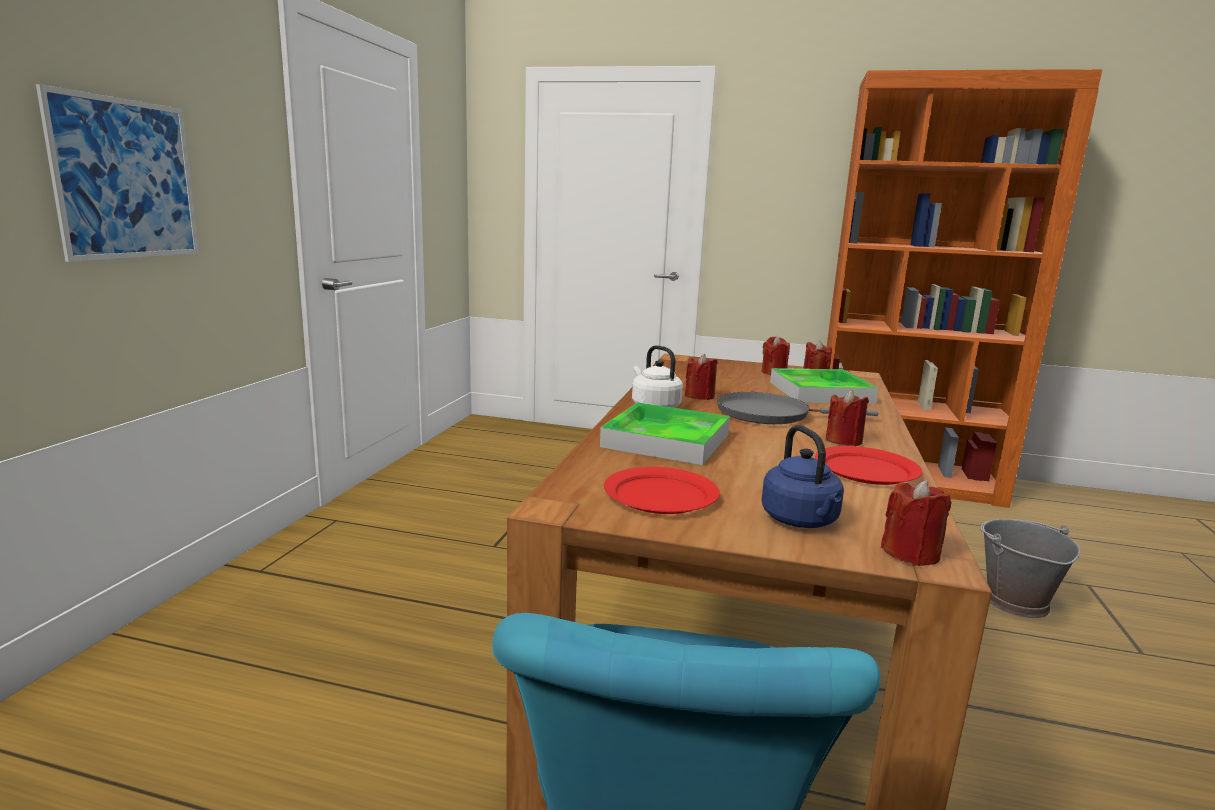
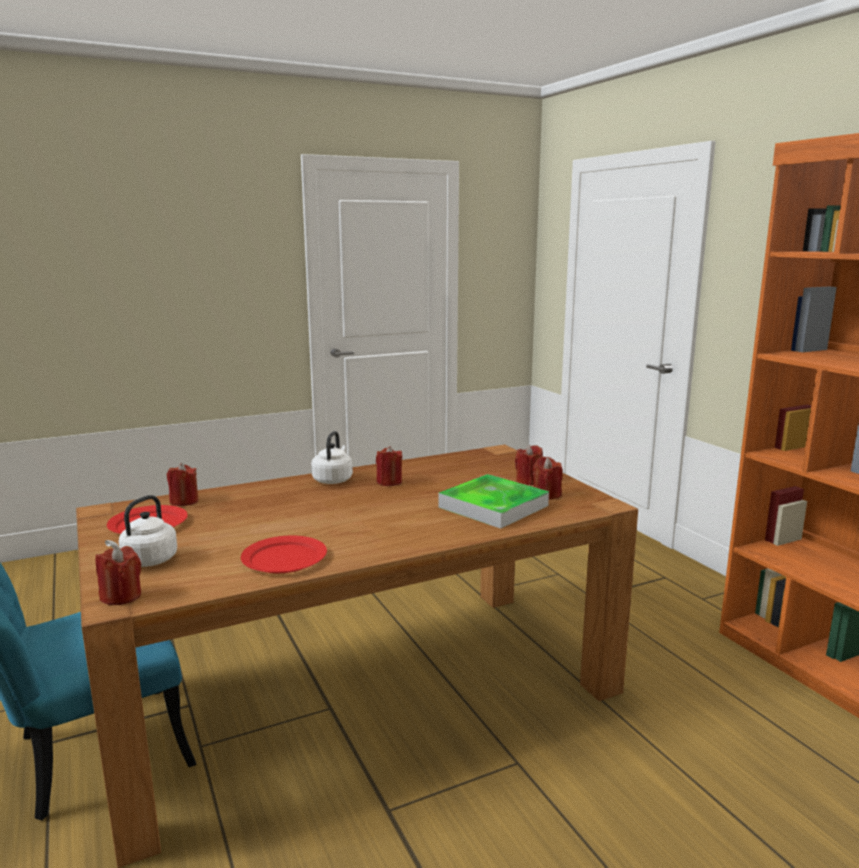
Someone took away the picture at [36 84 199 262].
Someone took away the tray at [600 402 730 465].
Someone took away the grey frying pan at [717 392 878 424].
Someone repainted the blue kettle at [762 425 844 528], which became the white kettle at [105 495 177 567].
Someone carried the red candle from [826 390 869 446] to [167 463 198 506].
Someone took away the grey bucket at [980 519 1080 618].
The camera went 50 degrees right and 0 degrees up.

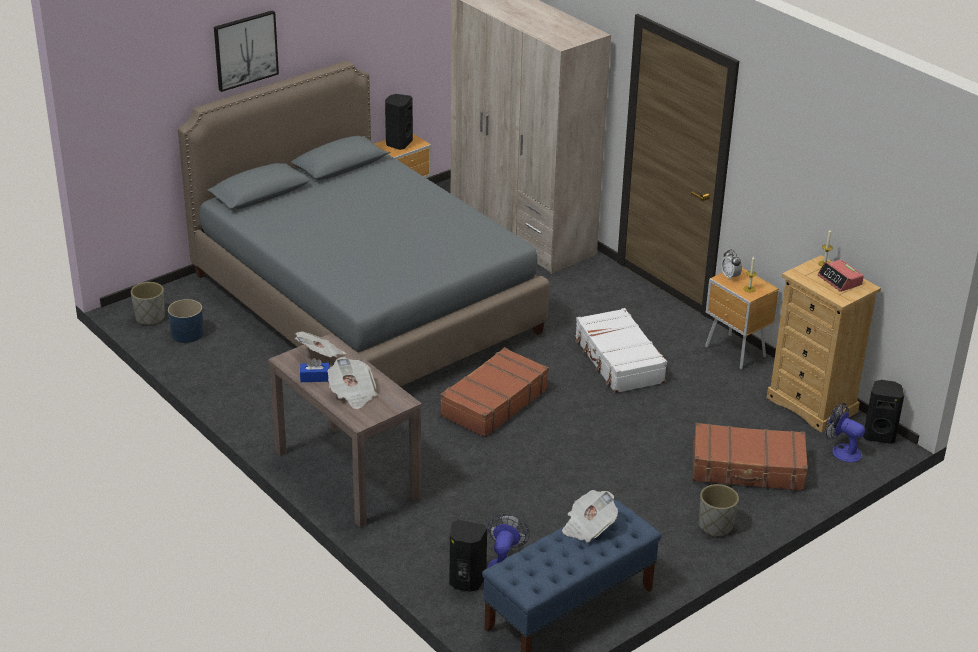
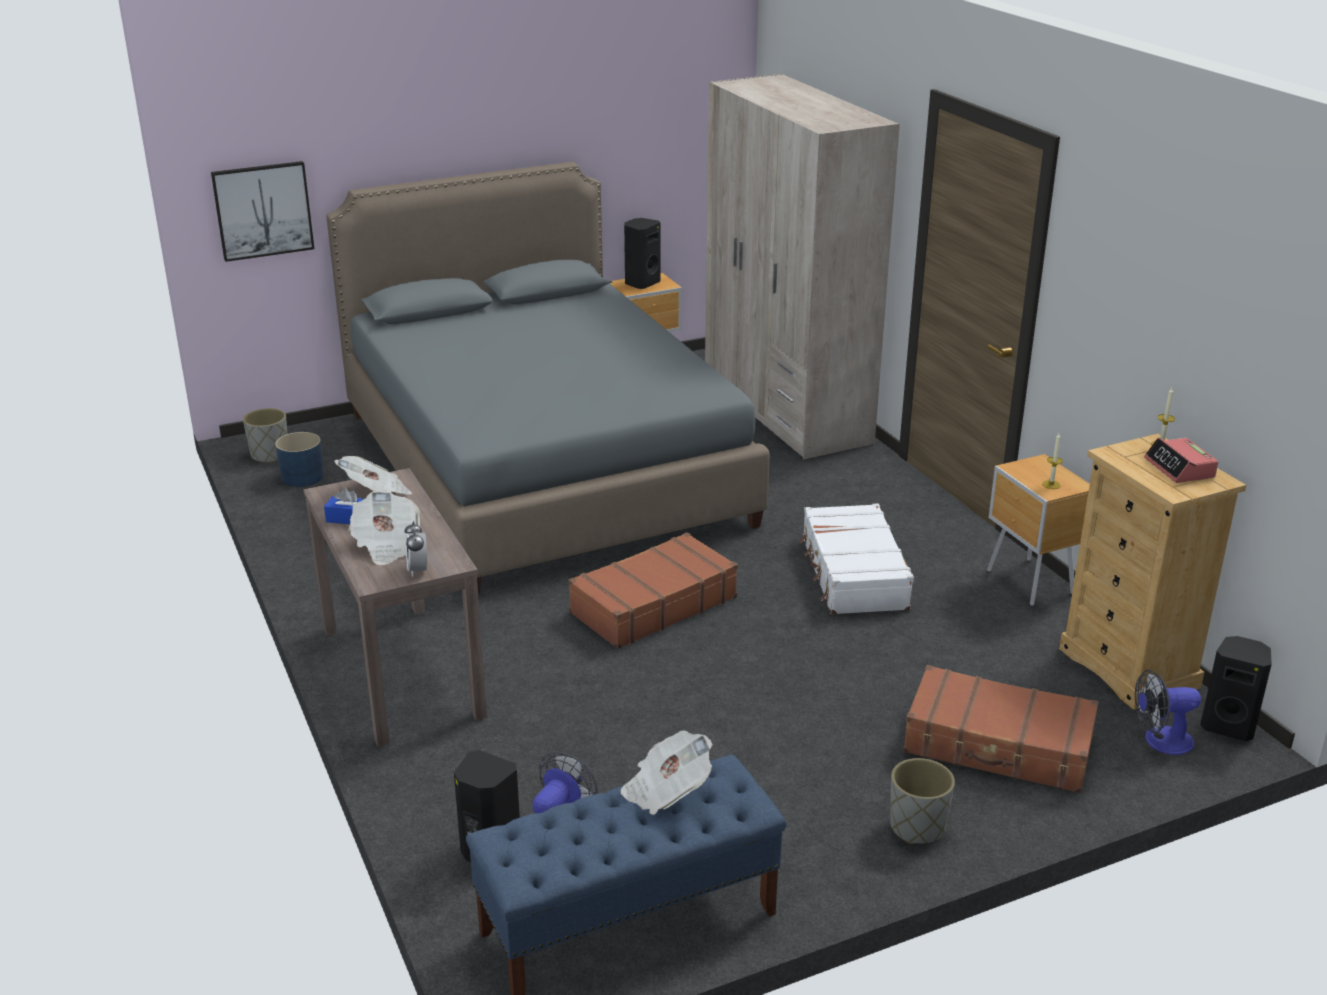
Someone carried the picture from [214 10 279 92] to [211 161 314 262].
Someone carried the alarm clock from [721 250 742 280] to [405 521 427 577].
Someone rotated the fan at [825 403 865 462] by 60 degrees counterclockwise.
The camera went 15 degrees right and 5 degrees down.

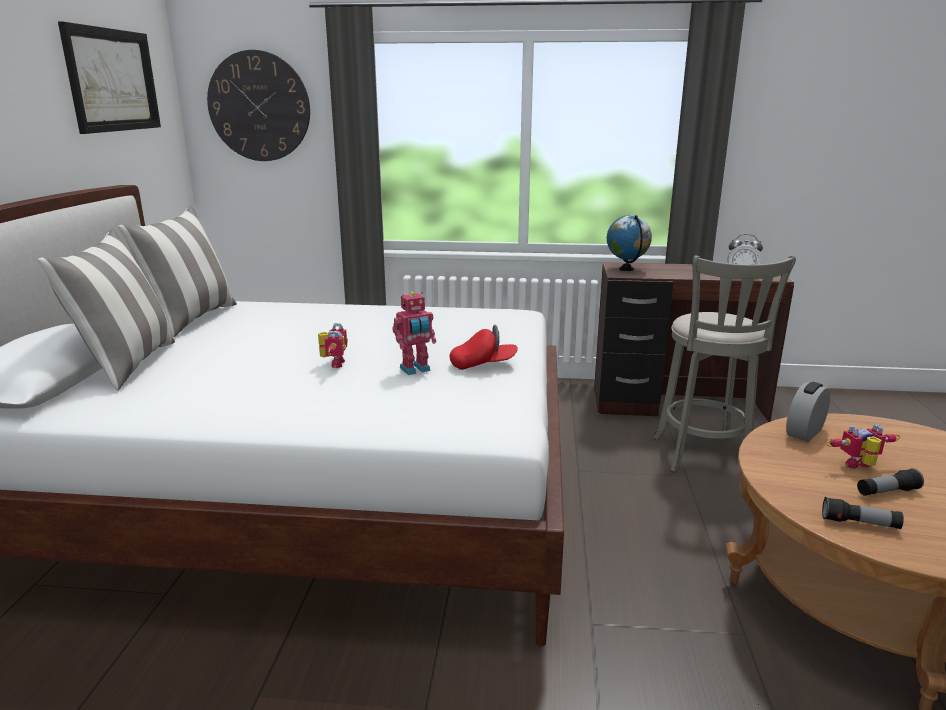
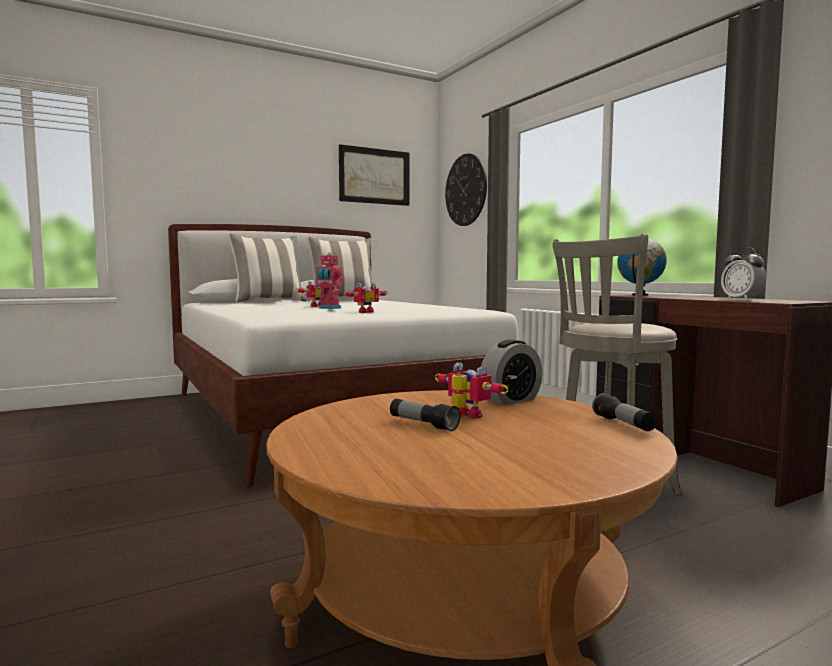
Someone swapped the red cap at [450 325 518 370] for the toy robot at [343 283 388 313].
Someone rotated the alarm clock at [786 382 830 442] by 135 degrees clockwise.
Someone carried the flashlight from [822 497 904 529] to [592 393 657 431].
The camera went 55 degrees right and 15 degrees down.

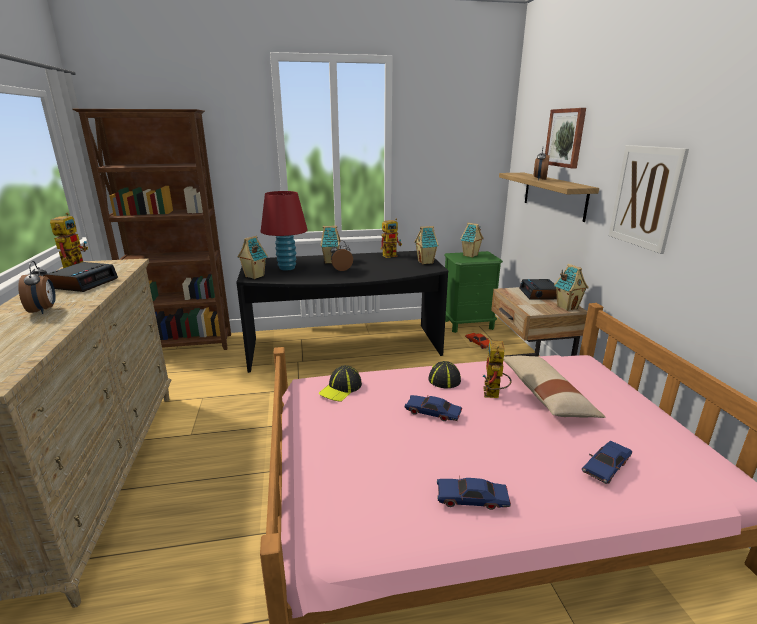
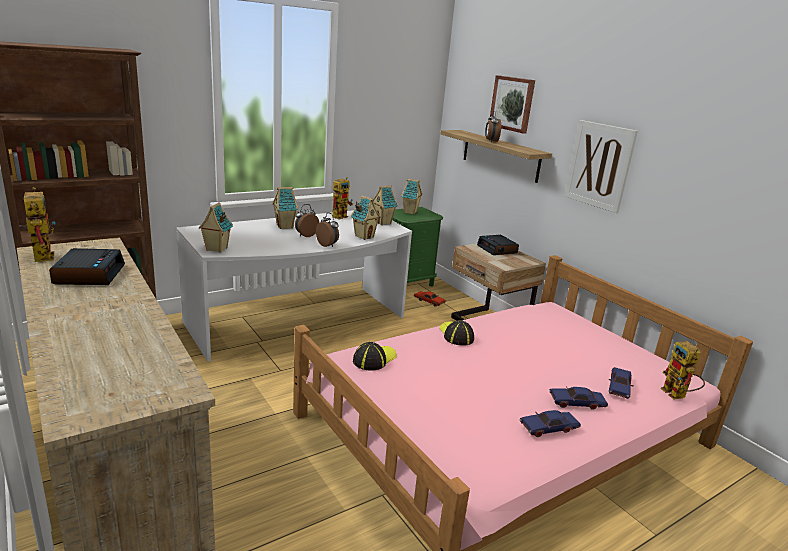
Someone carried the alarm clock from [18 261 56 314] to [316 213 339 247].
Someone repainted the black desk at [236 251 448 373], which became the white desk at [176 210 412 362].
Someone took away the red table lamp at [261 191 308 271].
Someone rotated the cap at [319 365 362 402] by 150 degrees counterclockwise.
Someone carried the blue toy car from [405 395 462 421] to [549 386 608 410].
Someone carried the toy robot from [482 340 511 398] to [661 341 705 400].
Someone took away the beige pillow at [503 356 605 418].
Someone carried the toy house from [554 264 589 311] to [351 195 381 240].
The camera went 25 degrees left and 0 degrees up.

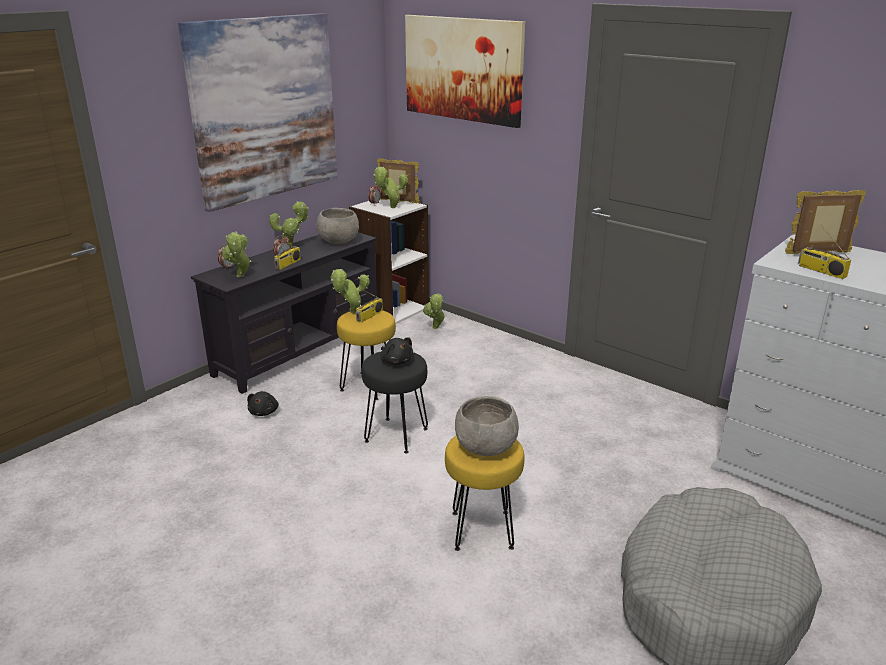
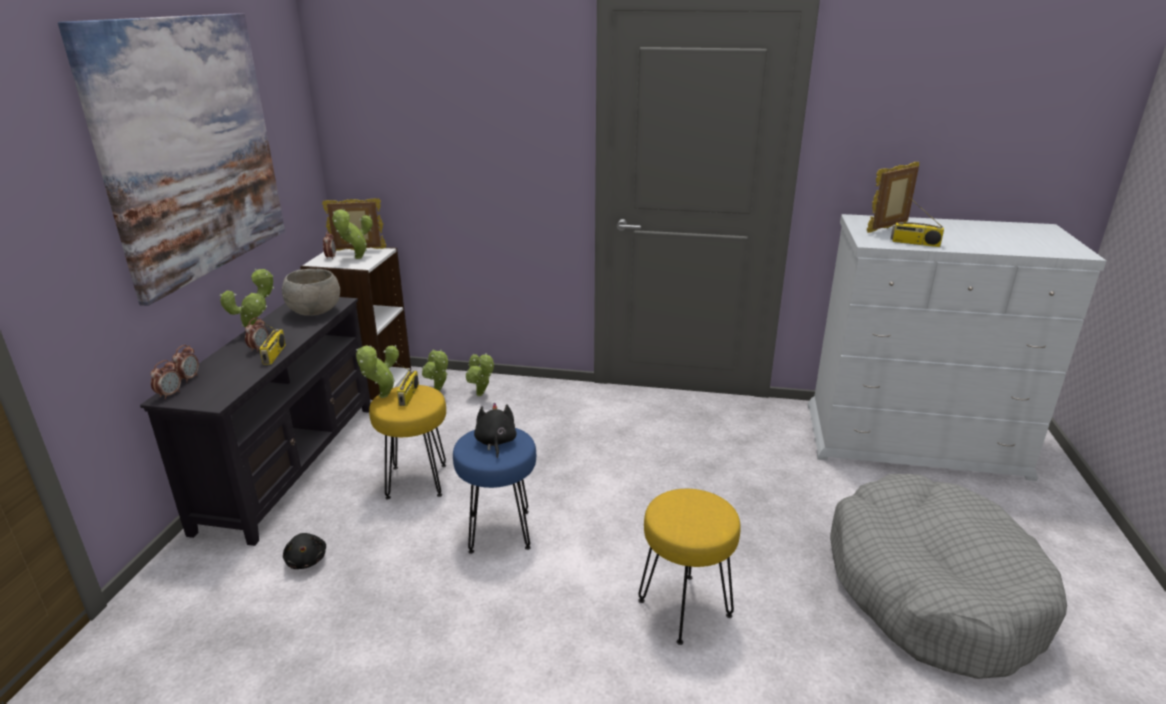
Someone carried the potted plant from [222 231 251 277] to [465 353 494 396].
Someone repainted the black stool at [362 351 428 453], which became the blue stool at [453 428 536 554].
Someone rotated the black plush toy at [380 337 413 365] by 120 degrees counterclockwise.
Someone took away the picture at [405 15 525 128].
Someone took away the grey bowl at [455 396 519 456].
Someone put down the alarm clock at [150 360 181 399].
The camera went 30 degrees left and 0 degrees up.

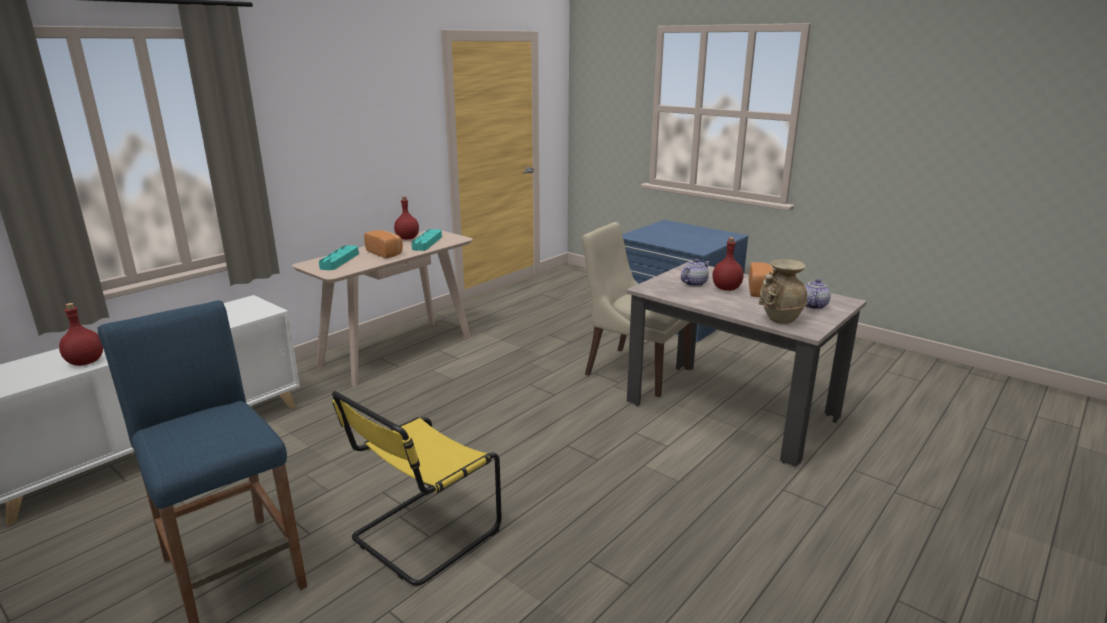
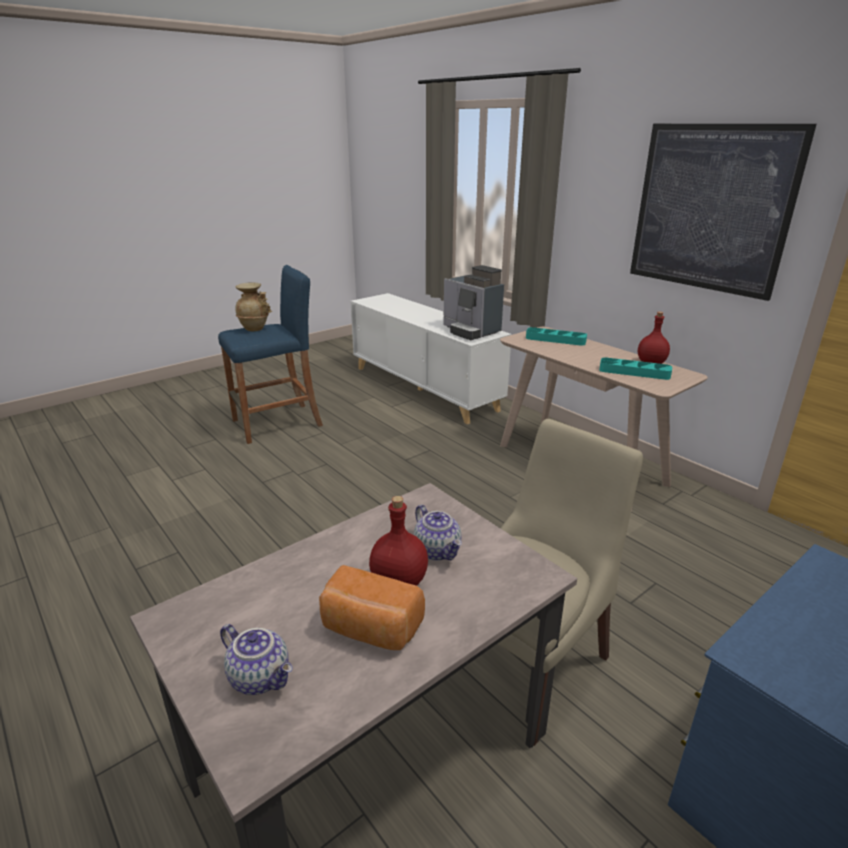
Someone took away the red bottle at [59 303 103 366].
Someone took away the yellow chair at [332 391 502 586].
Someone took away the bread at [364 230 403 258].
Someone carried the beige vase from [759 259 807 324] to [235 282 272 331].
Someone put down the coffee machine at [443 265 504 340].
Someone put up the picture at [630 124 817 301].
The camera went 100 degrees right and 5 degrees up.

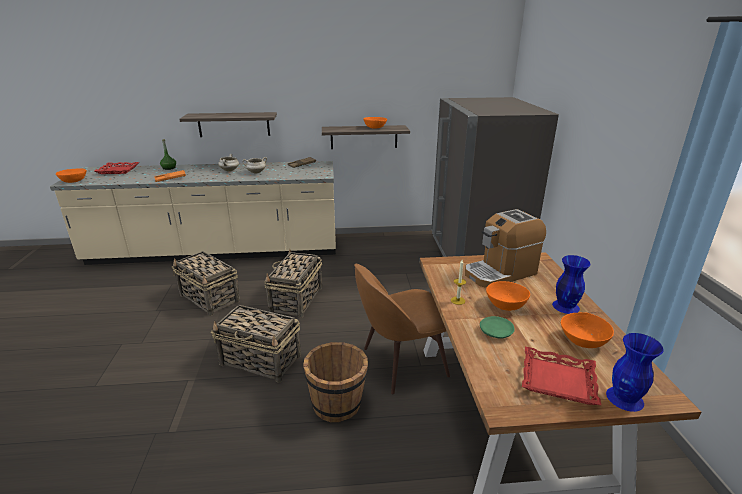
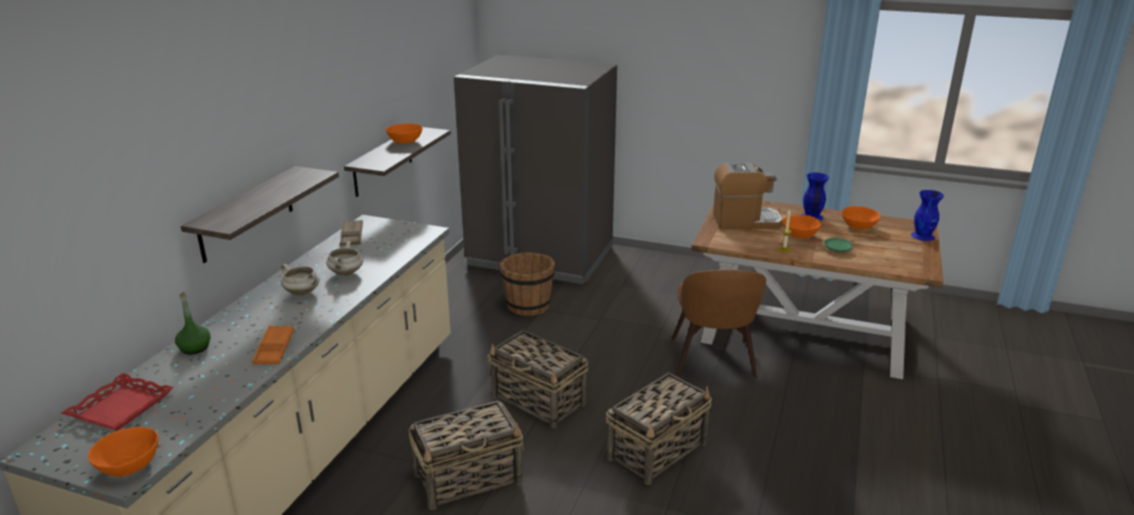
Someone carried the brown bucket from [303 342 368 422] to [500 252 555 316].
Someone rotated the coffee machine at [465 209 546 288] by 90 degrees counterclockwise.
Someone took away the red tray at [522 347 601 405].
The camera went 65 degrees left and 0 degrees up.

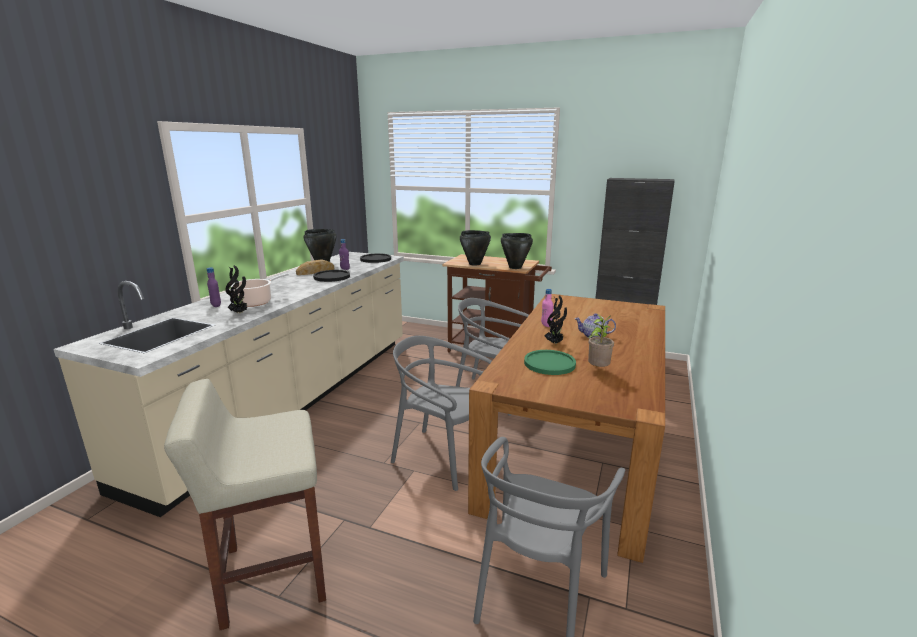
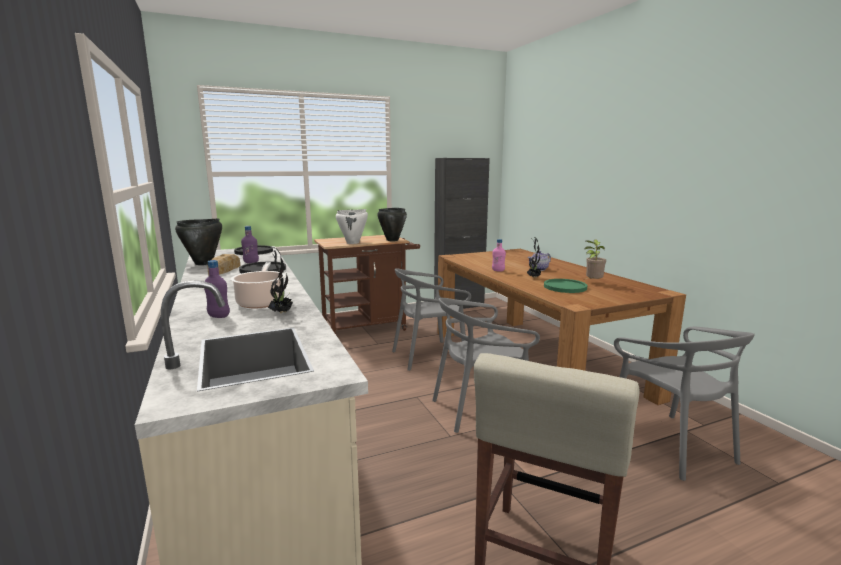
Someone repainted the black cooking pot at [460 230 491 266], which became the white cooking pot at [336 209 368 244].
The camera went 45 degrees left and 5 degrees down.

